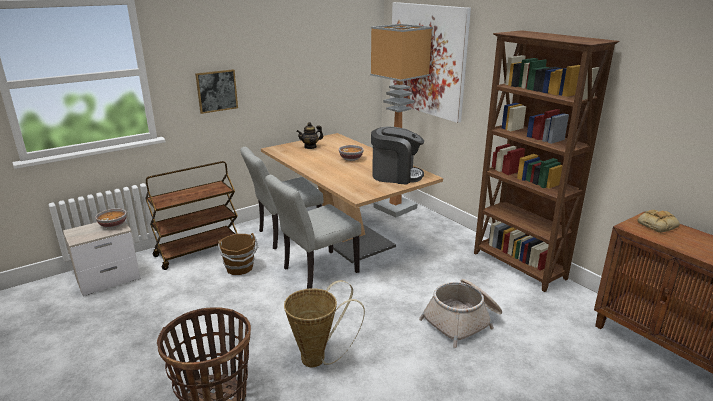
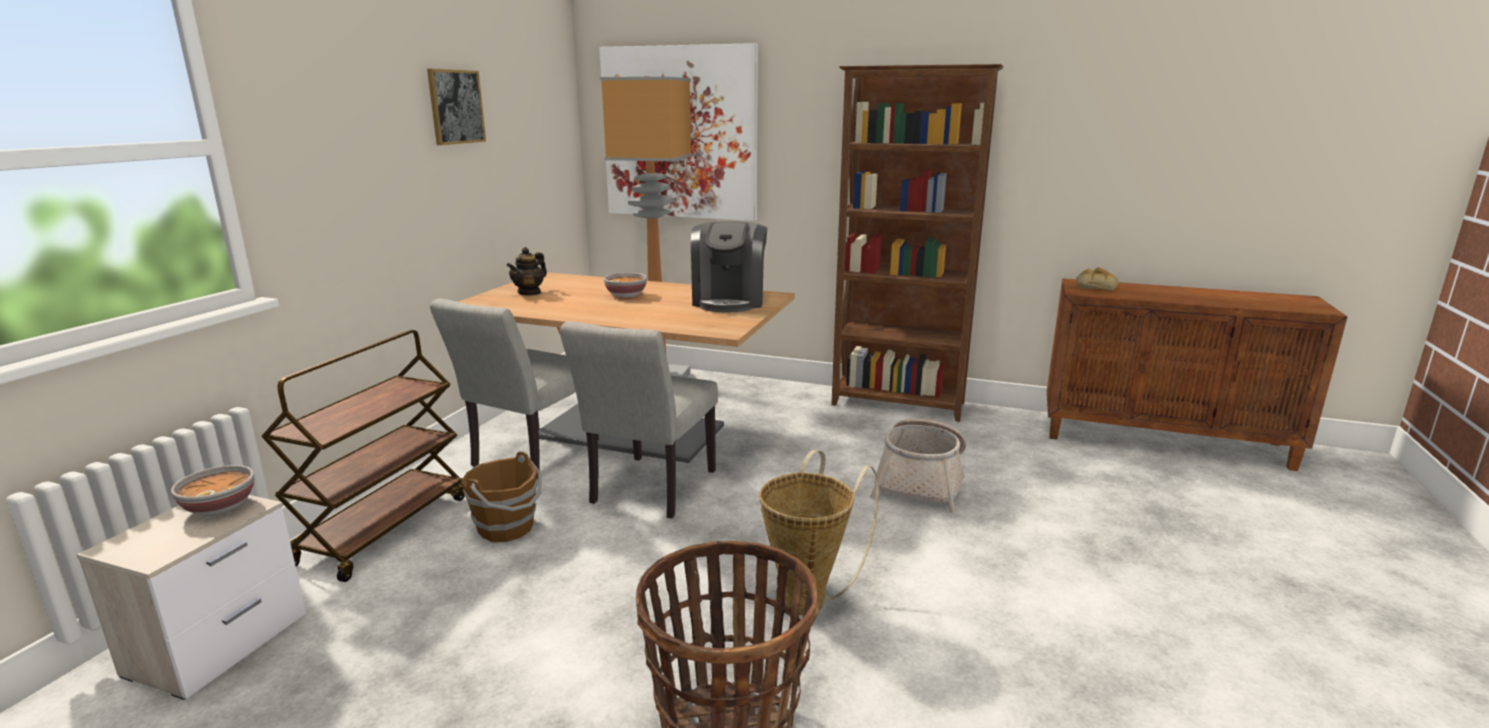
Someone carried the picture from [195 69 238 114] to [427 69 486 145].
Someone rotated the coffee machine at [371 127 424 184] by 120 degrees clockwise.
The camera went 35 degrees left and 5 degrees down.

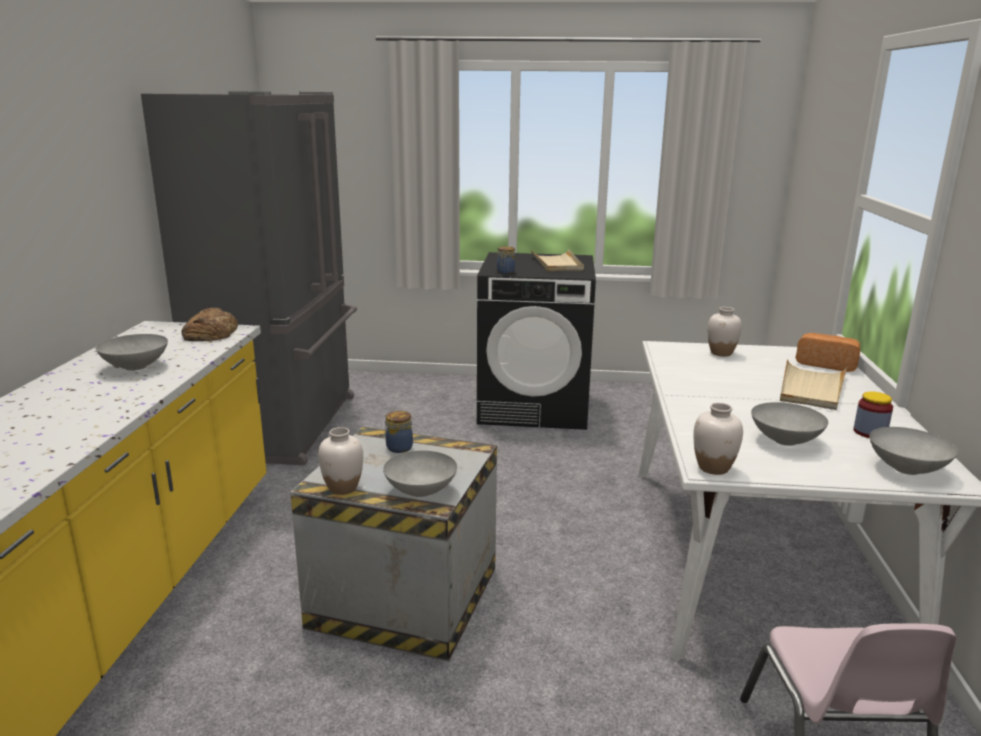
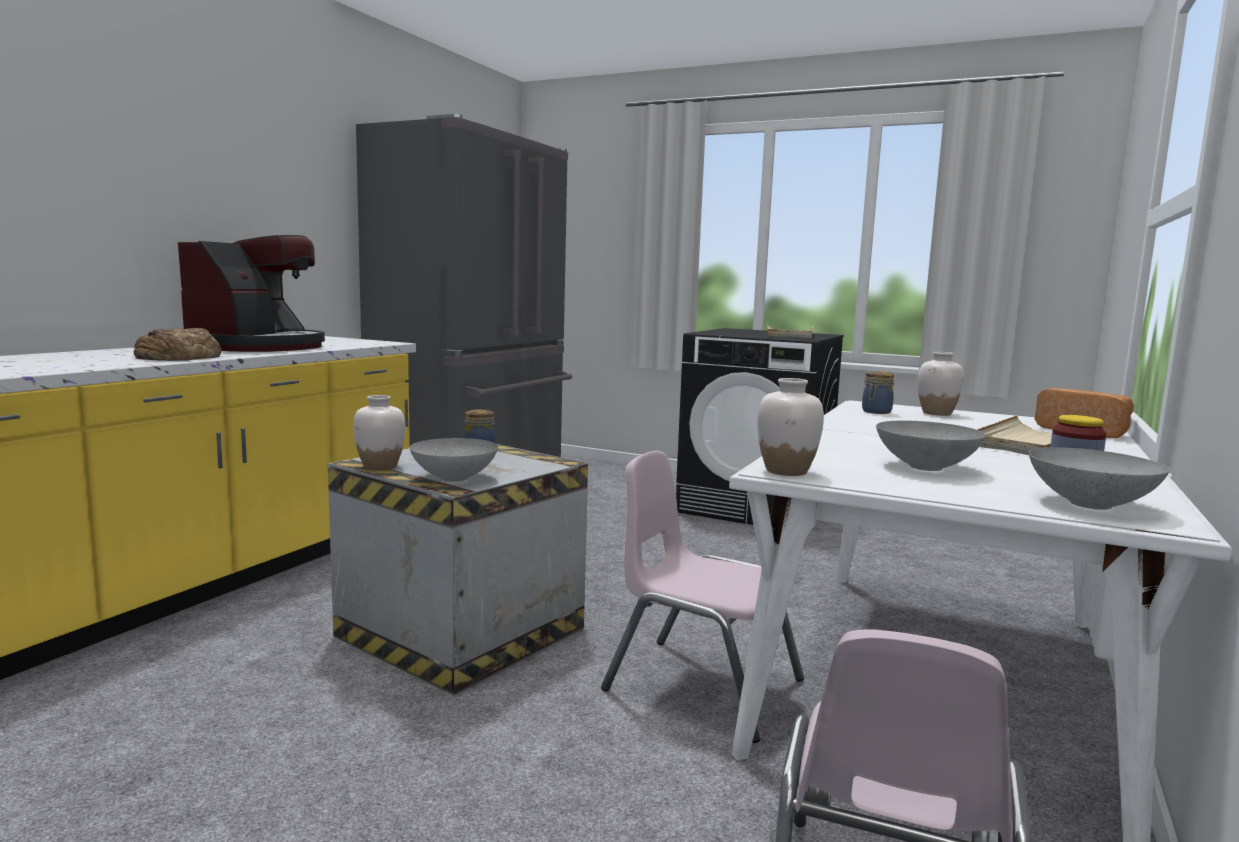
Someone swapped the grey bowl at [96 334 168 371] for the coffee machine at [178 235 325 352].
Someone carried the bread from [181 308 238 341] to [133 328 222 361].
Someone carried the jar from [497 246 515 274] to [862 371 894 414].
Someone put down the pink chair at [601 451 804 743].
The camera went 20 degrees right and 10 degrees down.

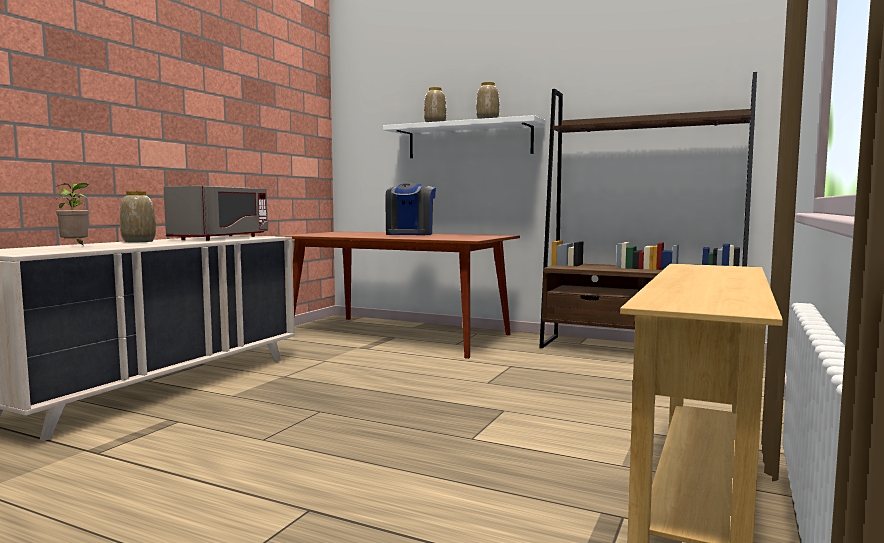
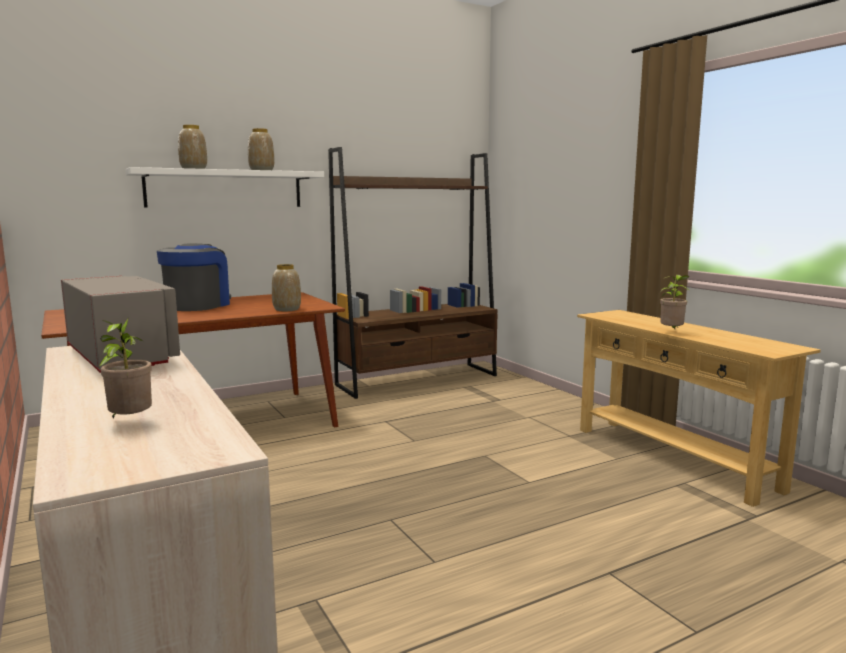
Someone carried the vase from [120 191 156 242] to [272 264 301 311].
Someone rotated the coffee machine at [385 182 436 235] by 120 degrees counterclockwise.
Someone put down the potted plant at [660 275 689 329].
The camera went 55 degrees left and 5 degrees up.

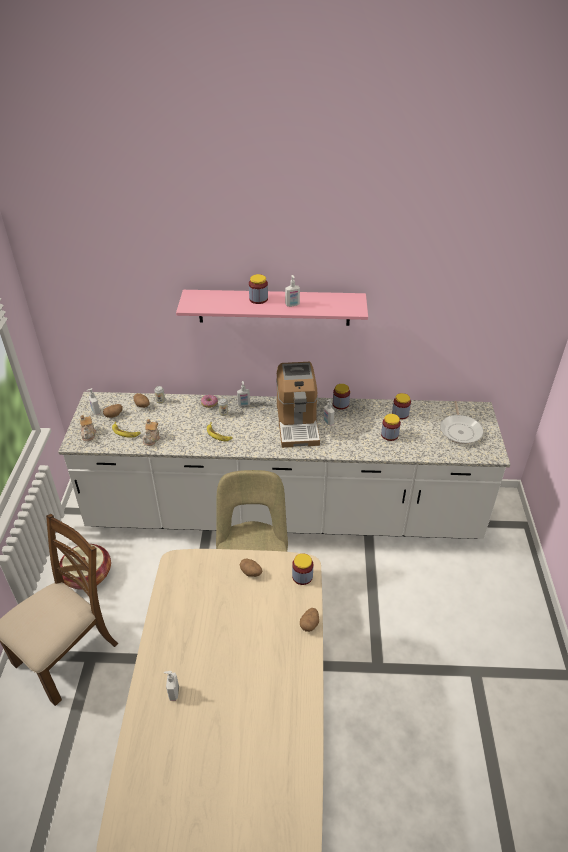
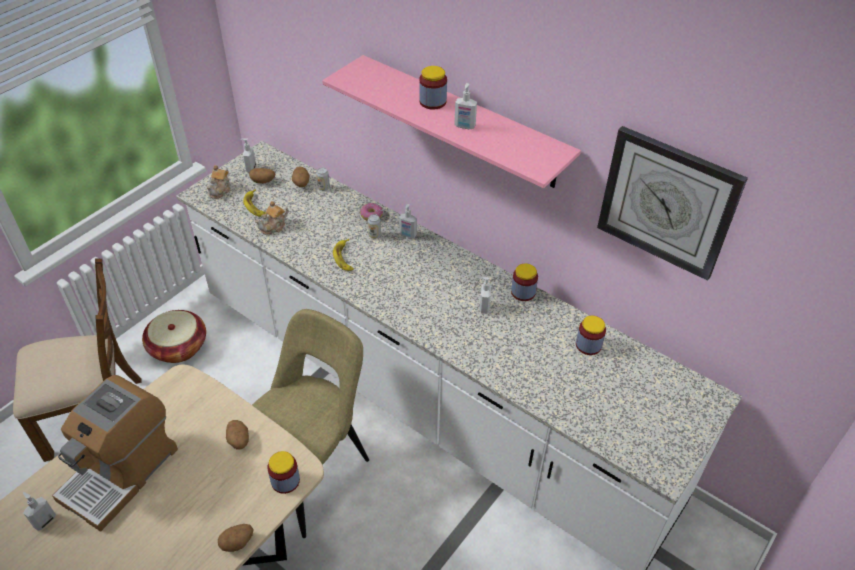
Someone carried the coffee machine from [276 362 320 448] to [52 375 178 532].
Someone took away the jar at [381 414 401 441].
Someone took away the frying pan at [440 401 484 444].
Someone put up the wall clock at [597 126 748 281].
The camera went 35 degrees right and 5 degrees up.

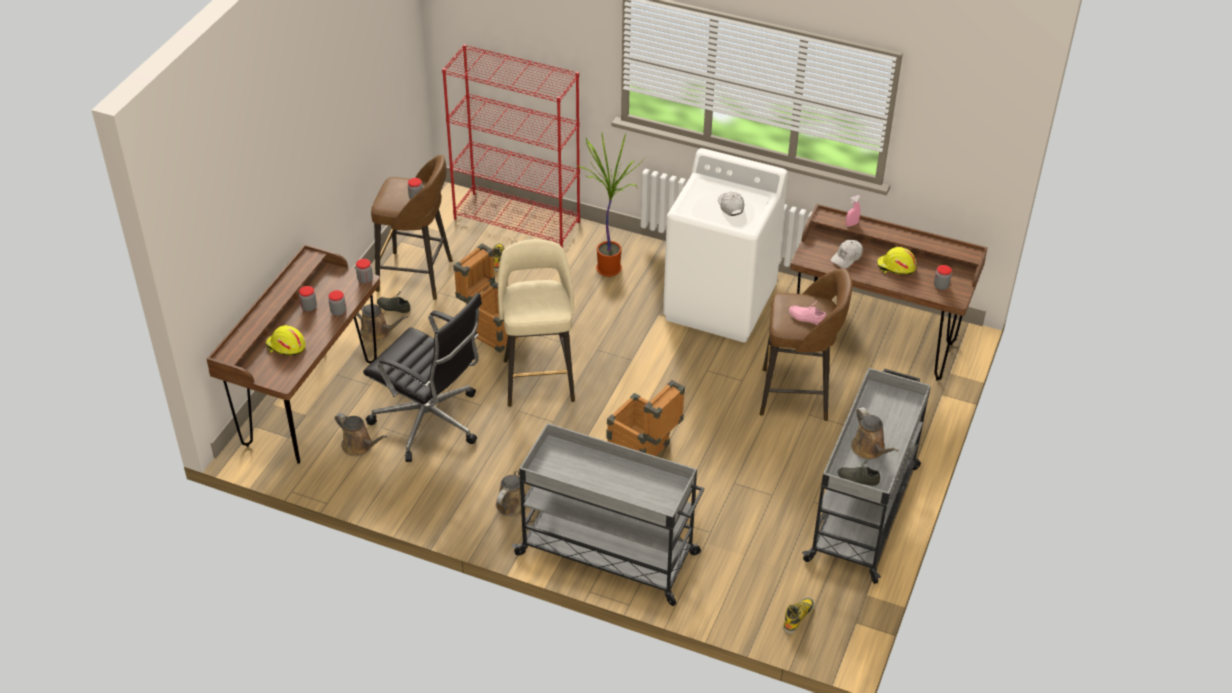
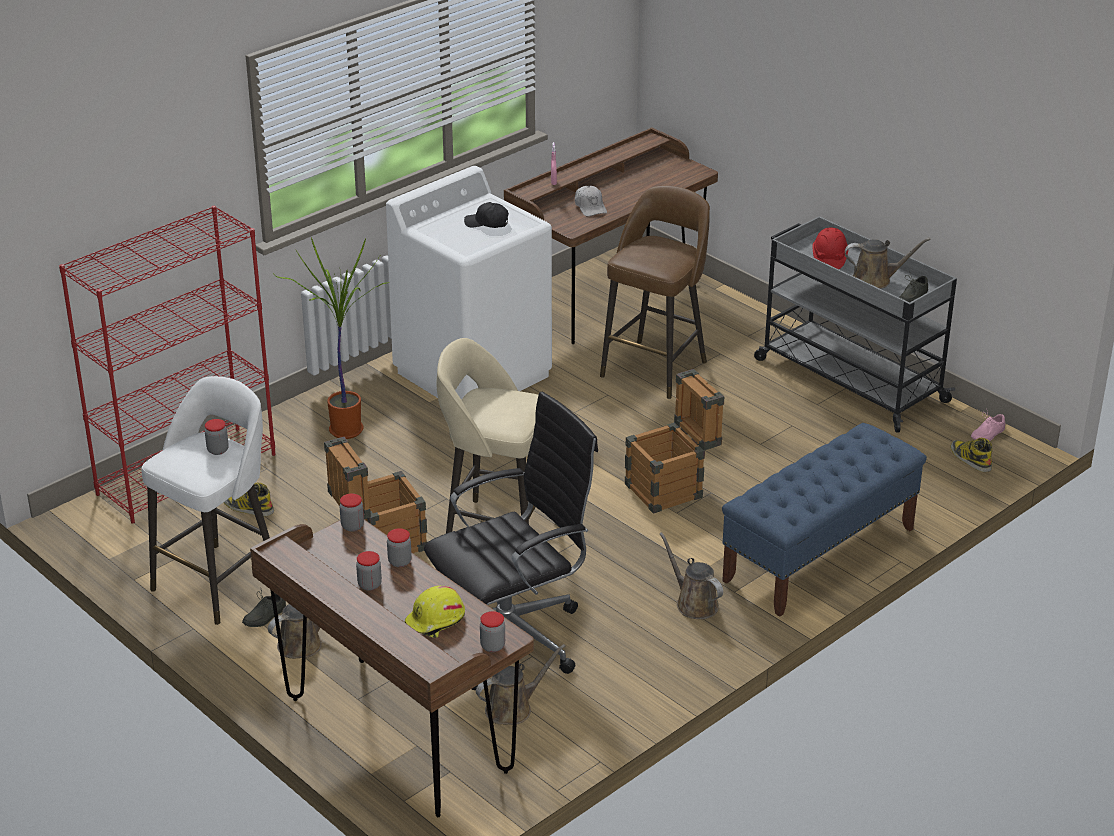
Someone repainted the brown stool at [371 155 453 300], which became the white stool at [141 376 270 625].
Someone swapped the grey cart at [512 423 704 606] for the blue bench at [722 423 927 617].
Someone repainted the white cap at [718 192 744 216], which became the black cap at [464 202 509 228].
Someone carried the pink shoe from [789 302 826 325] to [971 411 1005 441].
Someone took away the yellow hard hat at [877 247 916 275].
Someone carried the jar from [934 265 952 290] to [480 611 505 652].
Someone put down the red hard hat at [812 228 848 269].
The camera went 65 degrees left and 10 degrees down.

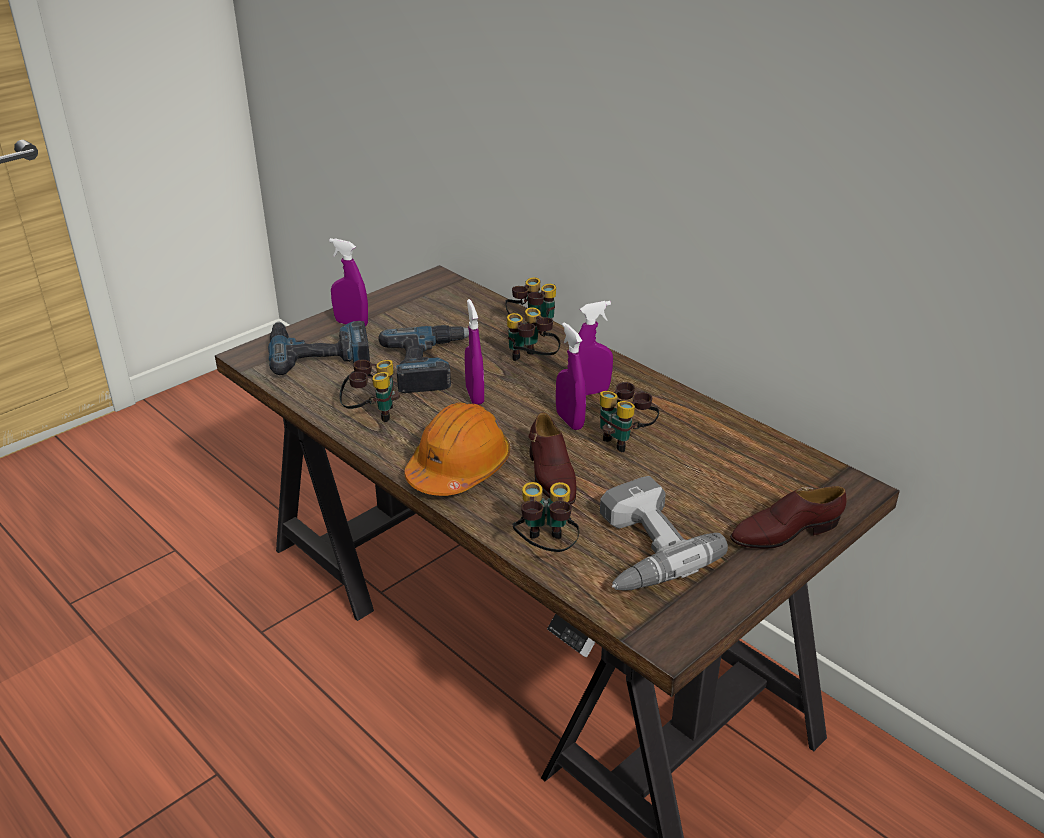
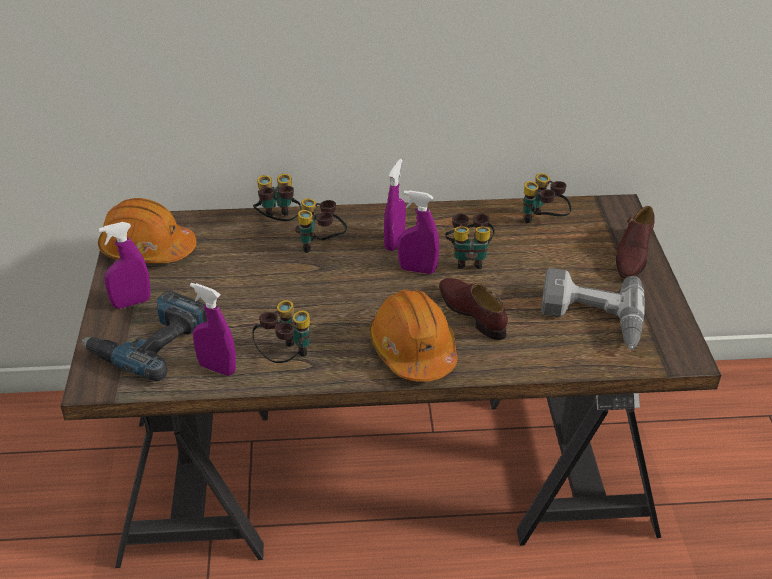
Someone took away the power drill at [378 325 469 393].
Someone carried the purple spray bottle from [465 299 484 405] to [190 283 236 376].
Someone carried the binoculars from [512 482 579 552] to [523 173 572 223].
Someone rotated the brown shoe at [528 413 576 505] by 150 degrees counterclockwise.
Someone put down the orange hard hat at [98 198 196 263].
The camera went 50 degrees left and 5 degrees up.

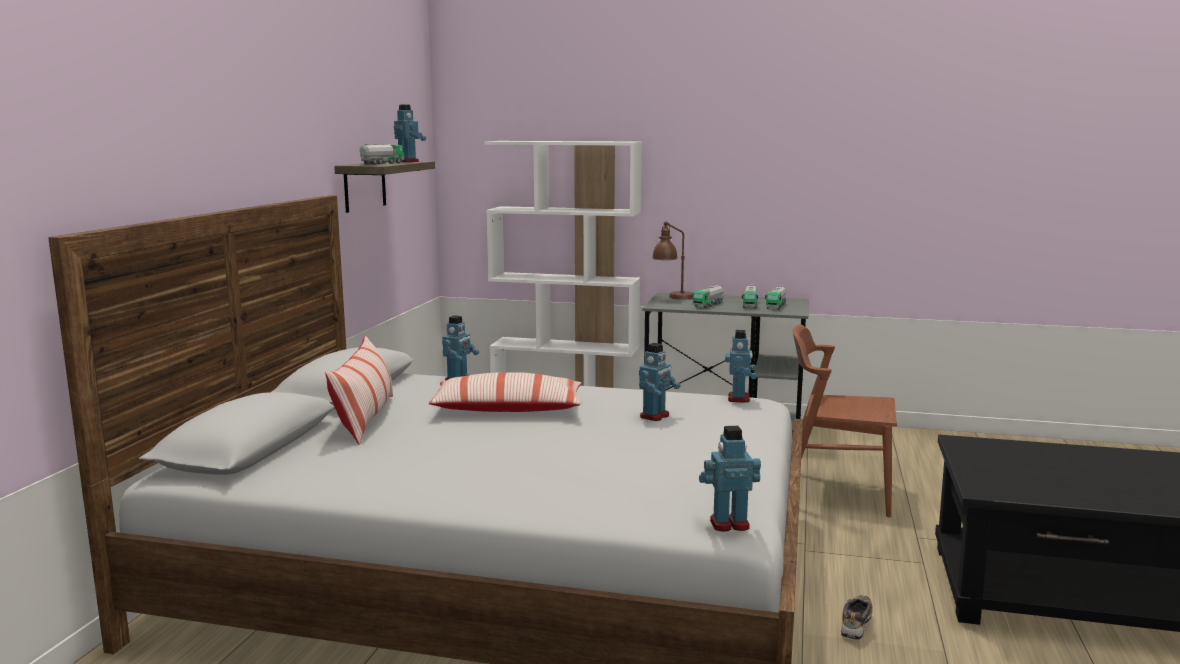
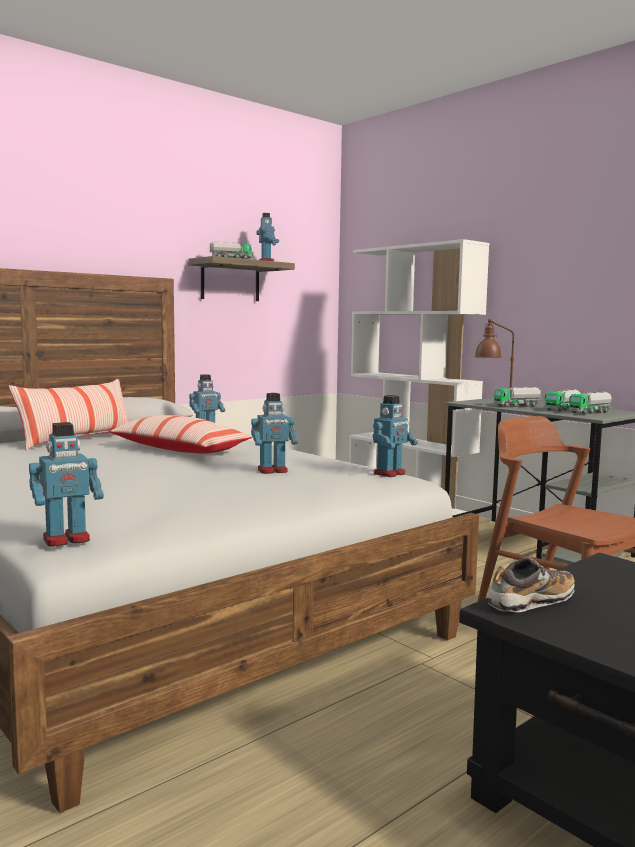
Someone rotated the toy robot at [699 426 761 532] by 120 degrees clockwise.
Someone carried the shoe from [840 595 873 640] to [488 557 575 612].
The camera went 35 degrees right and 5 degrees down.

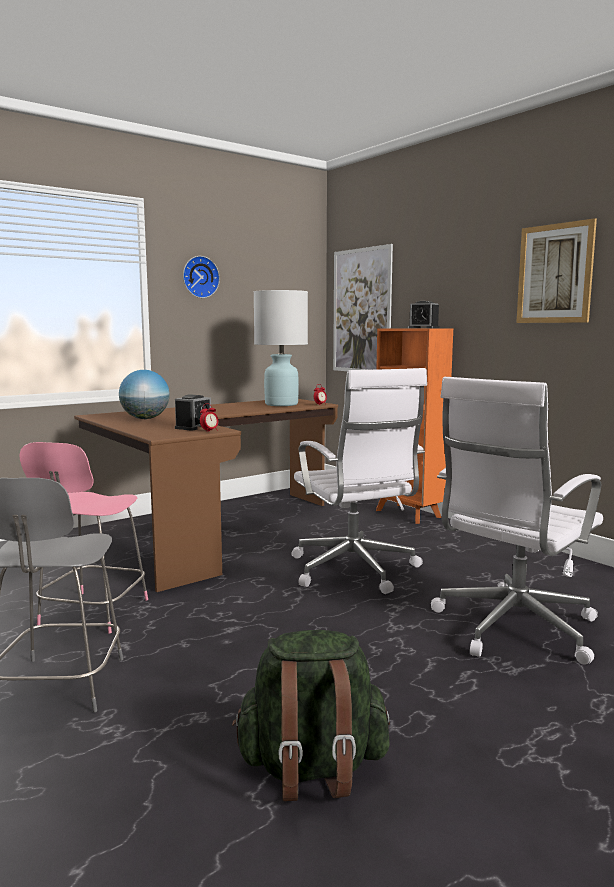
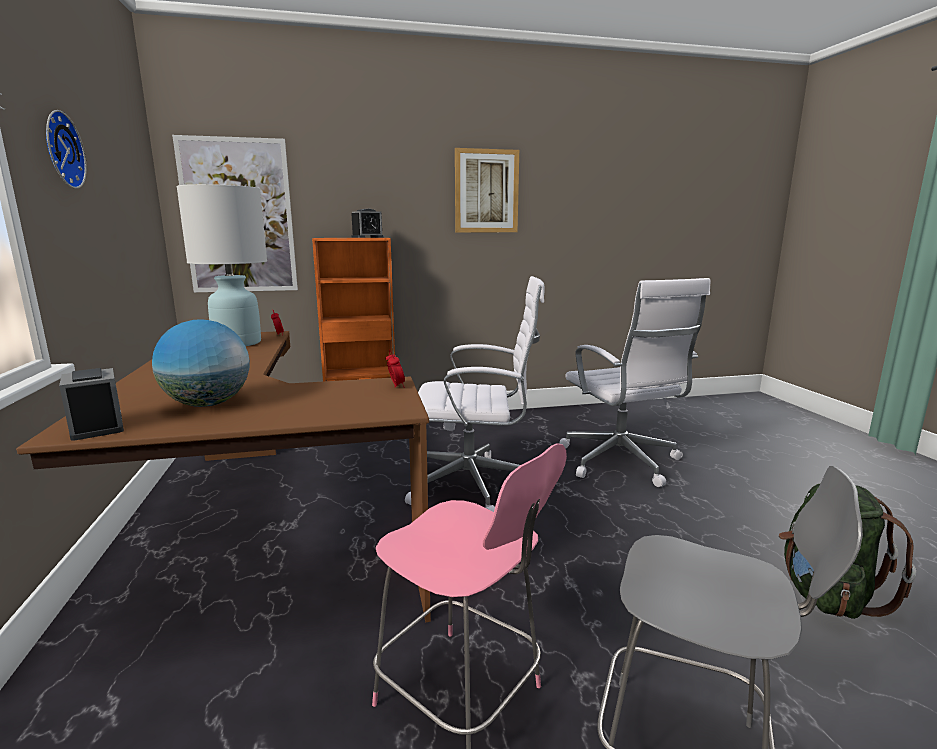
Someone carried the alarm clock from [175 394 211 431] to [59 368 124 441].
The camera went 65 degrees left and 5 degrees up.

